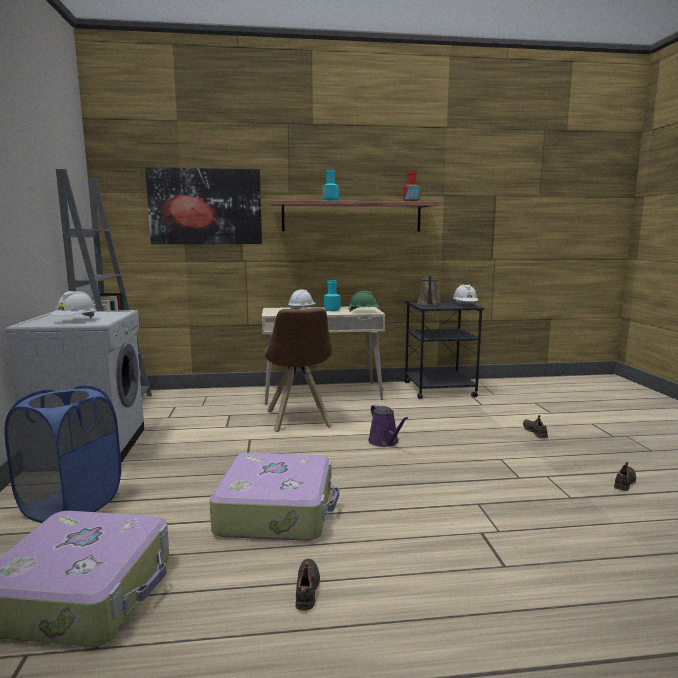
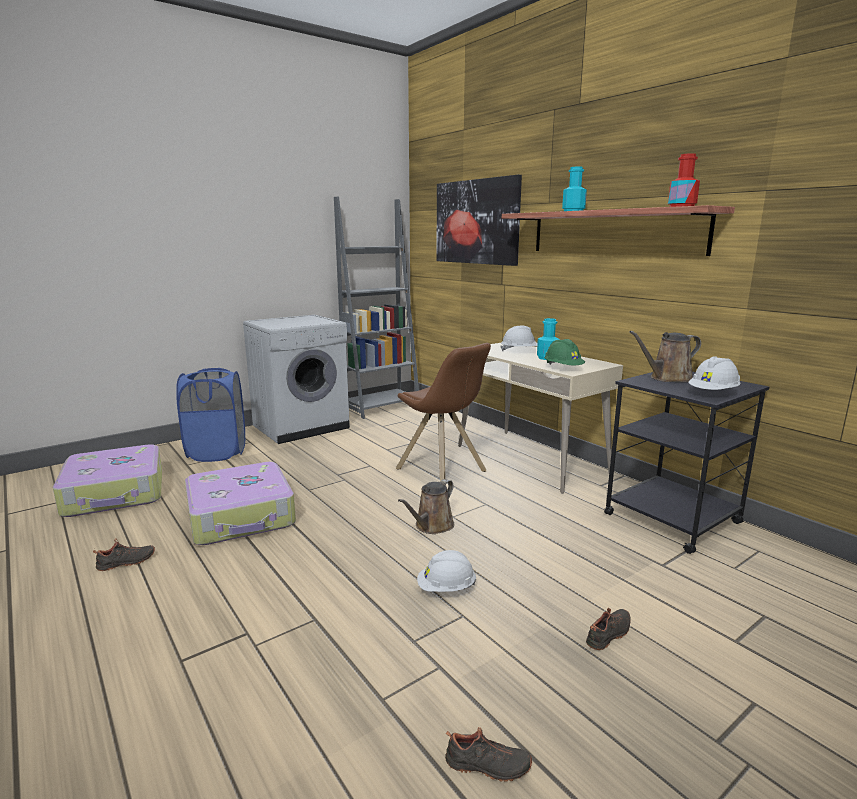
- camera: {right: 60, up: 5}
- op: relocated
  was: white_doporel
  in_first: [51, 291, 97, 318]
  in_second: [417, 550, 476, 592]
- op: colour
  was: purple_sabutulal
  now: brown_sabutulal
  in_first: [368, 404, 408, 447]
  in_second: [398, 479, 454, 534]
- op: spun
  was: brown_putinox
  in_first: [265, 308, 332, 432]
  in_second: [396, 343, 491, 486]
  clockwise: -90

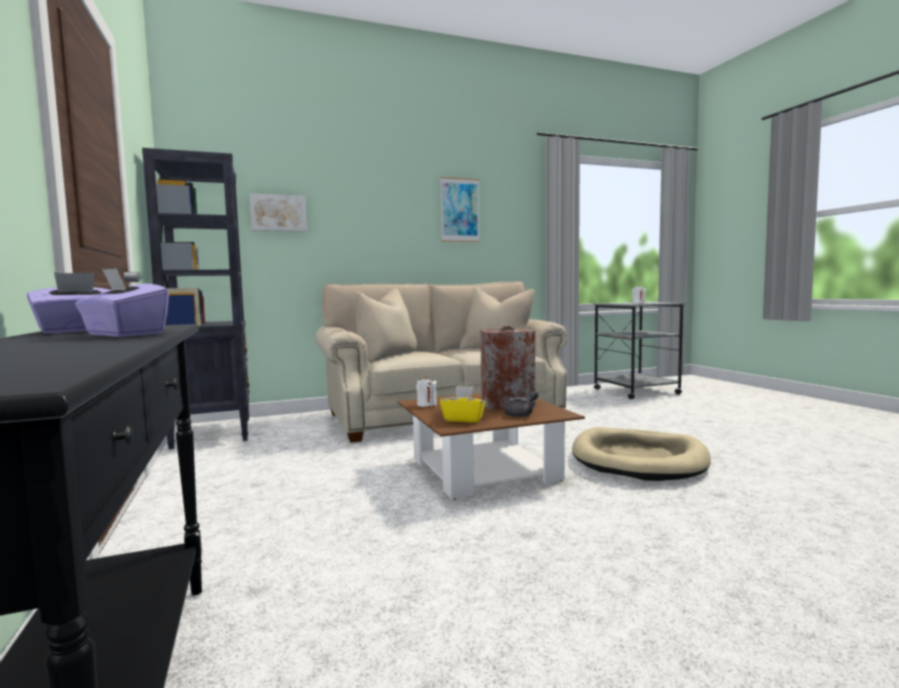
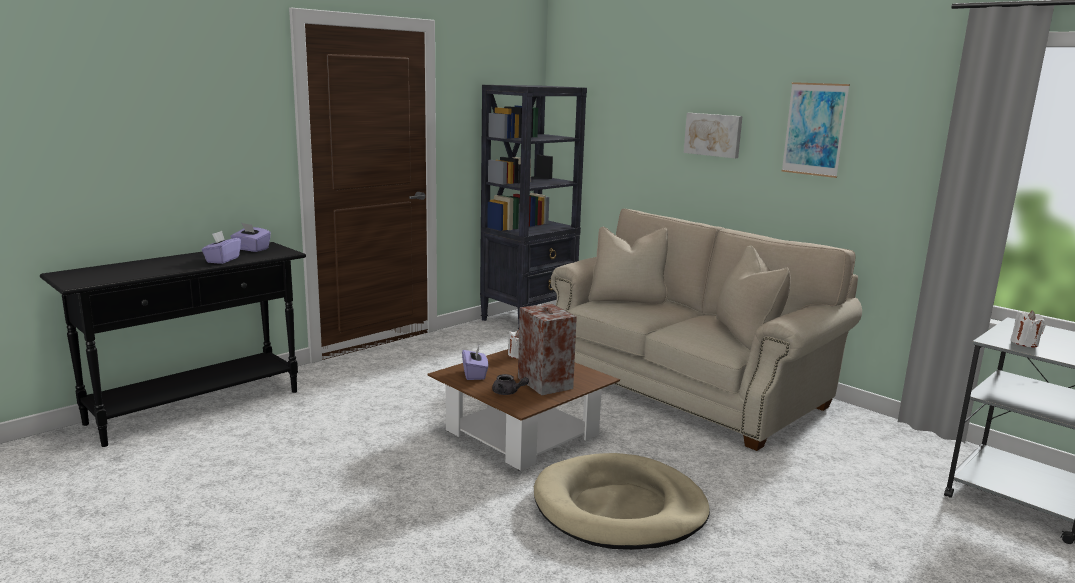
- camera: {right: 65, up: 10}
- op: relocated
  was: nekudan
  in_first: [249, 193, 307, 232]
  in_second: [684, 113, 742, 158]
- op: colour
  was: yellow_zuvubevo
  now: purple_zuvubevo
  in_first: [440, 386, 486, 423]
  in_second: [462, 346, 488, 380]

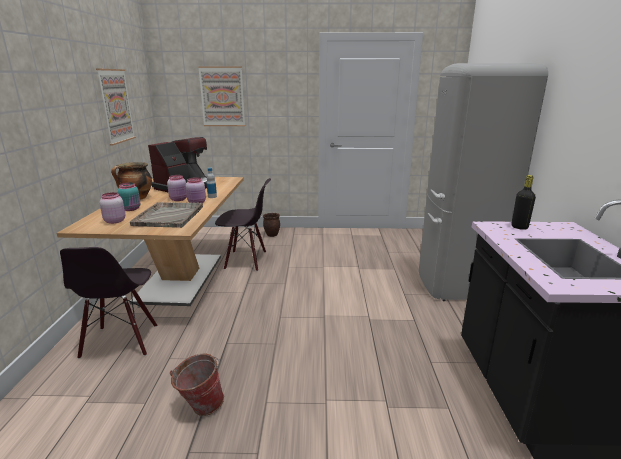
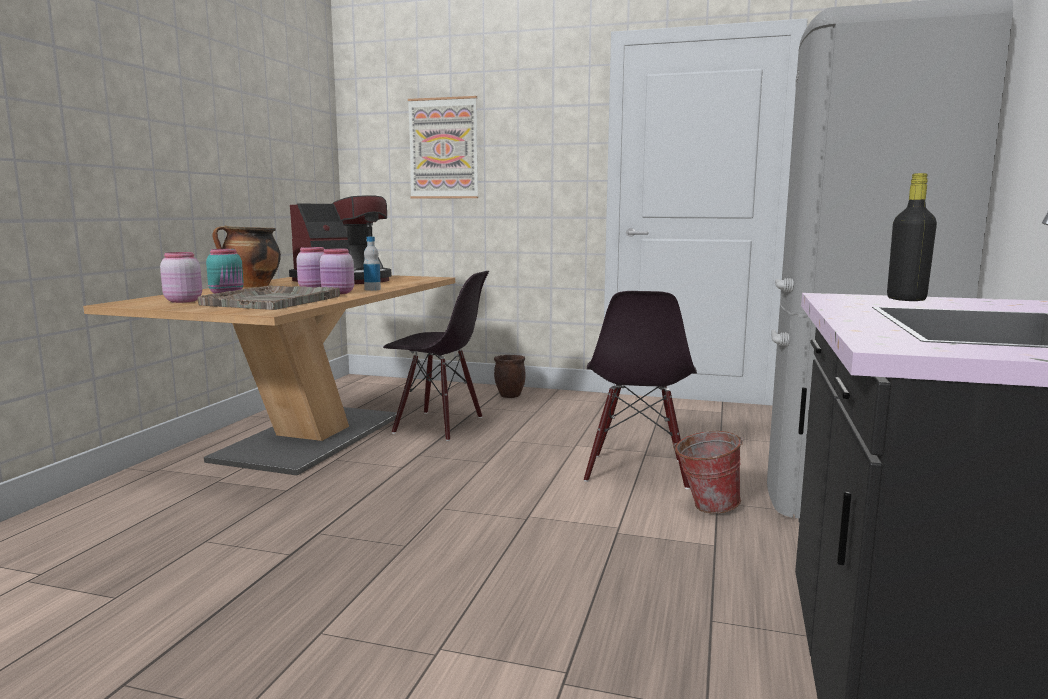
- camera: {right: 15, up: -10}
- op: missing
  was: nekudan
  in_first: [96, 69, 136, 145]
- op: relocated
  was: black_putinox
  in_first: [60, 247, 157, 359]
  in_second: [584, 291, 697, 489]
- op: relocated
  was: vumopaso
  in_first: [170, 354, 224, 416]
  in_second: [673, 431, 744, 514]

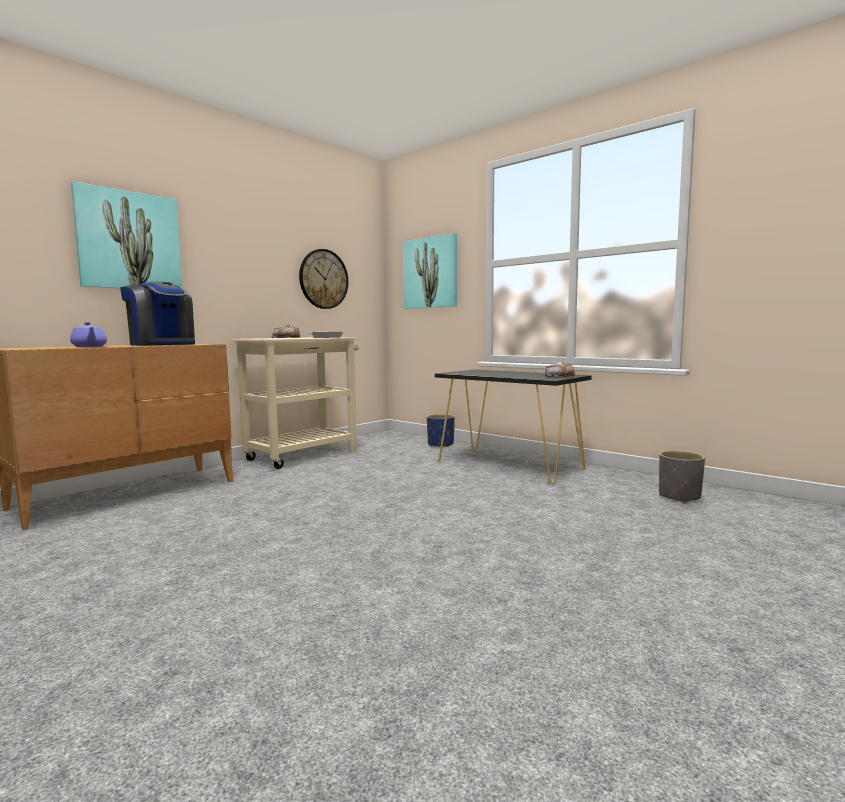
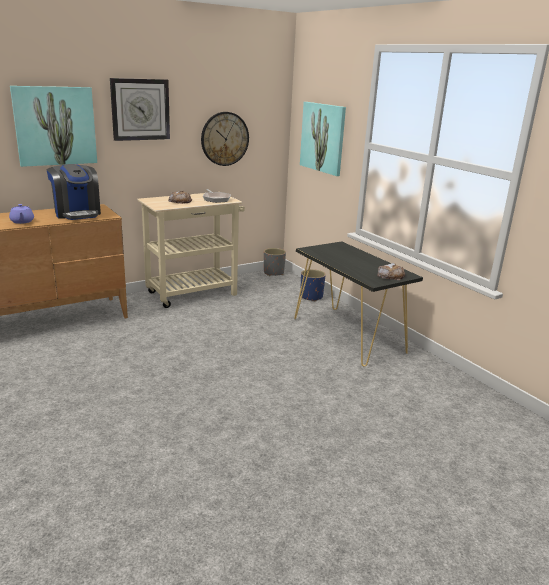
- camera: {right: 15, up: 15}
- op: appeared
  now: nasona
  in_second: [110, 78, 170, 141]
- op: relocated
  was: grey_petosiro
  in_first: [659, 451, 705, 503]
  in_second: [264, 248, 286, 276]

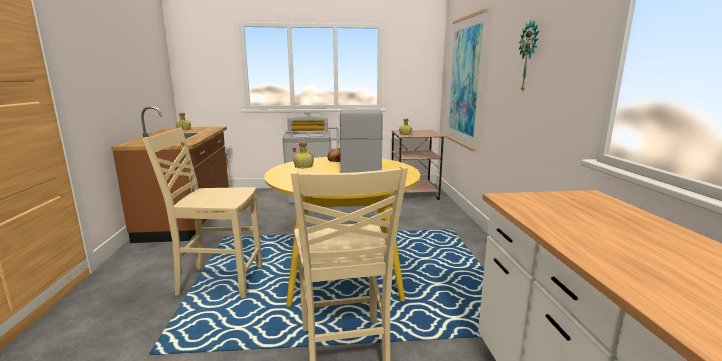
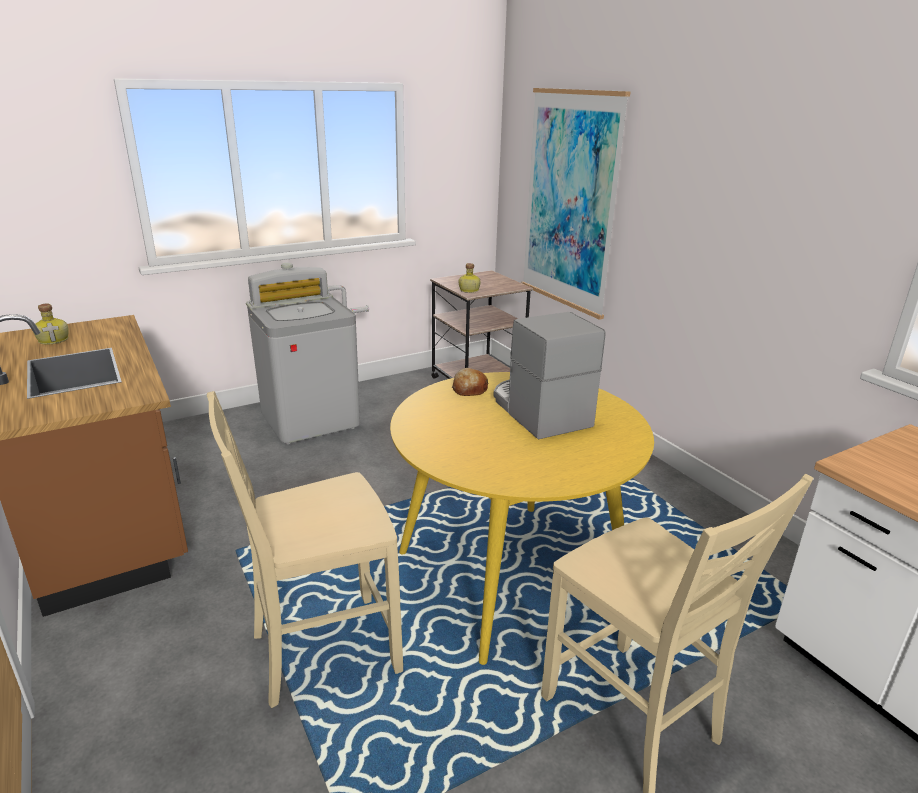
- camera: {right: -25, up: 10}
- op: missing
  was: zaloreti
  in_first: [293, 142, 314, 168]
- op: missing
  was: nasona
  in_first: [519, 20, 539, 93]

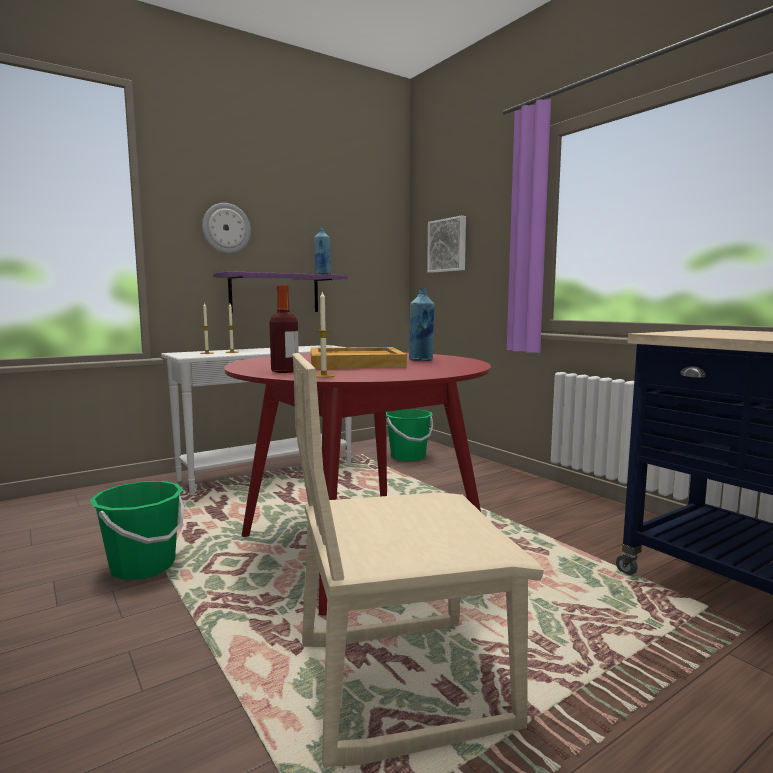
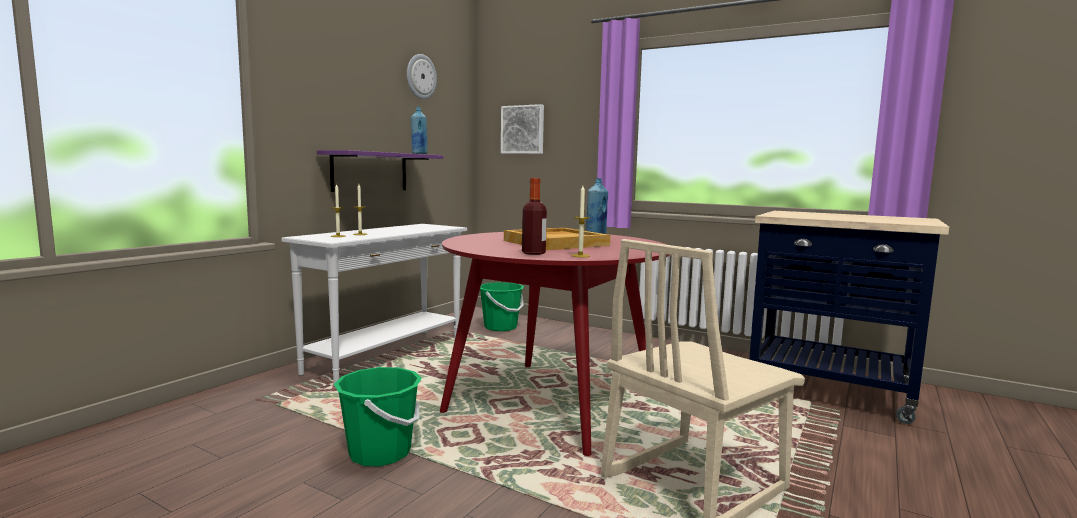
- camera: {right: -25, up: 0}
- op: relocated
  was: nasona
  in_first: [202, 203, 251, 254]
  in_second: [407, 54, 437, 100]

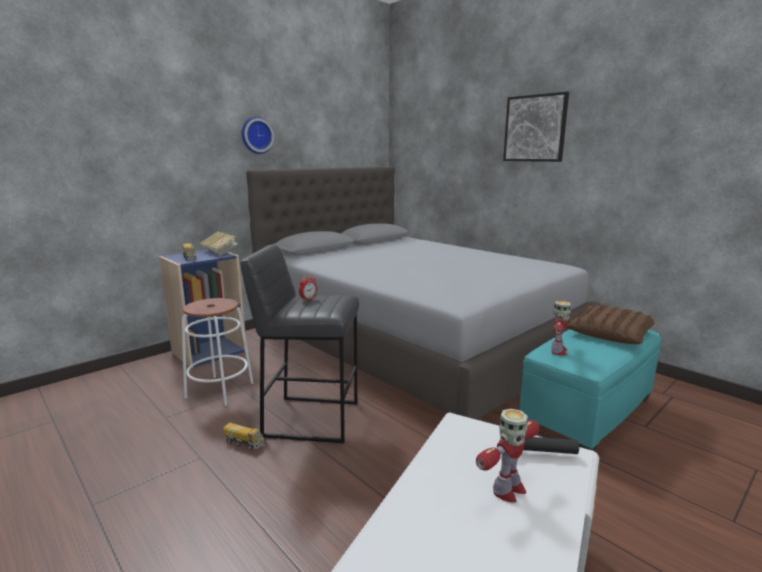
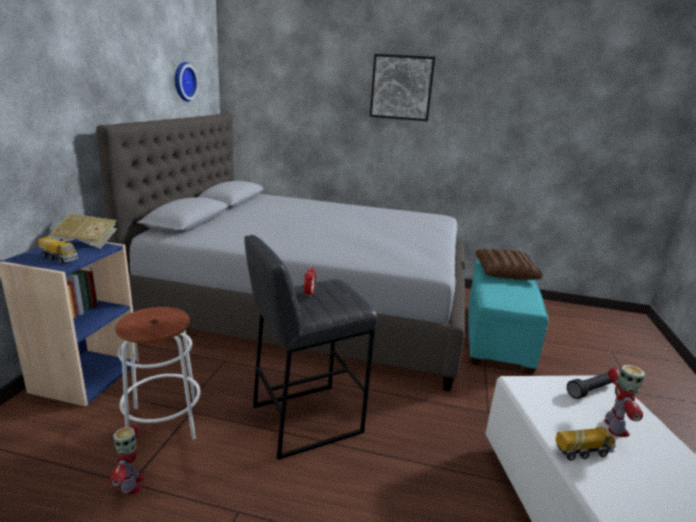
- camera: {right: -35, up: 5}
- op: relocated
  was: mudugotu
  in_first: [223, 423, 264, 450]
  in_second: [555, 426, 616, 461]
- op: relocated
  was: nasona
  in_first: [242, 116, 274, 154]
  in_second: [174, 62, 199, 102]
- op: relocated
  was: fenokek
  in_first: [551, 301, 571, 355]
  in_second: [110, 426, 145, 495]

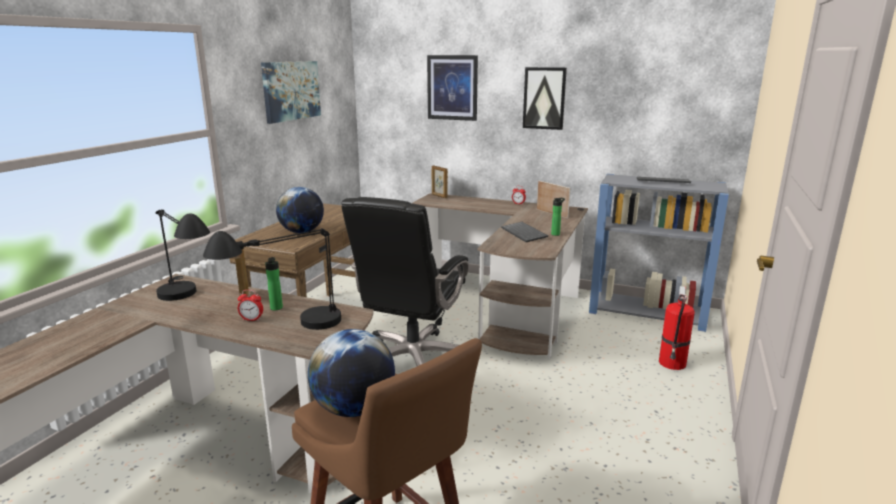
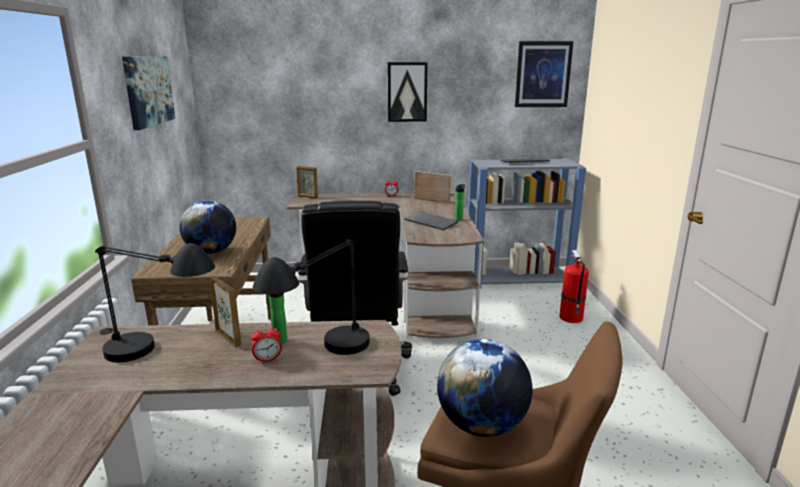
- camera: {right: -25, up: 0}
- op: relocated
  was: nekudan
  in_first: [427, 55, 478, 121]
  in_second: [515, 41, 574, 107]

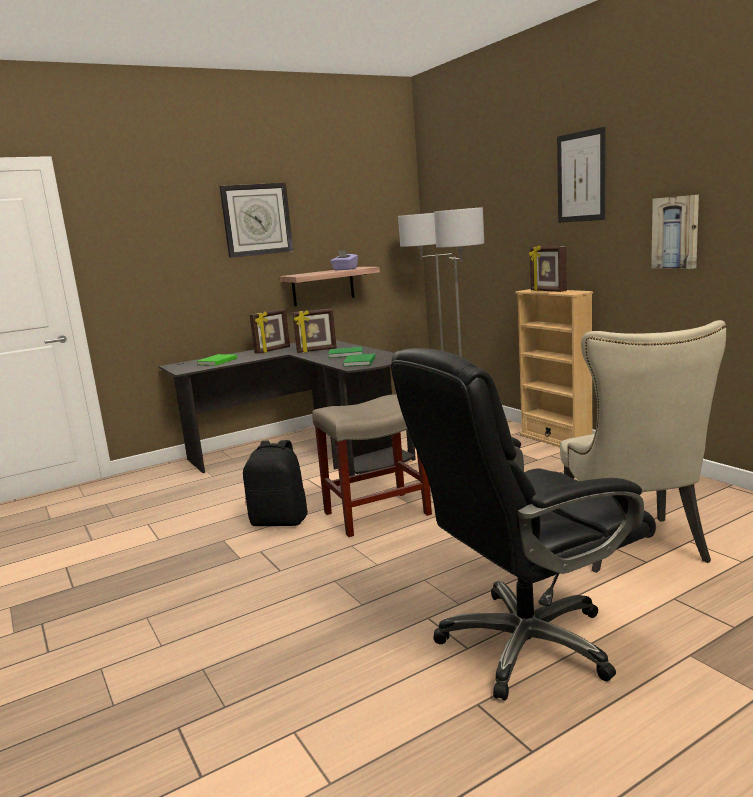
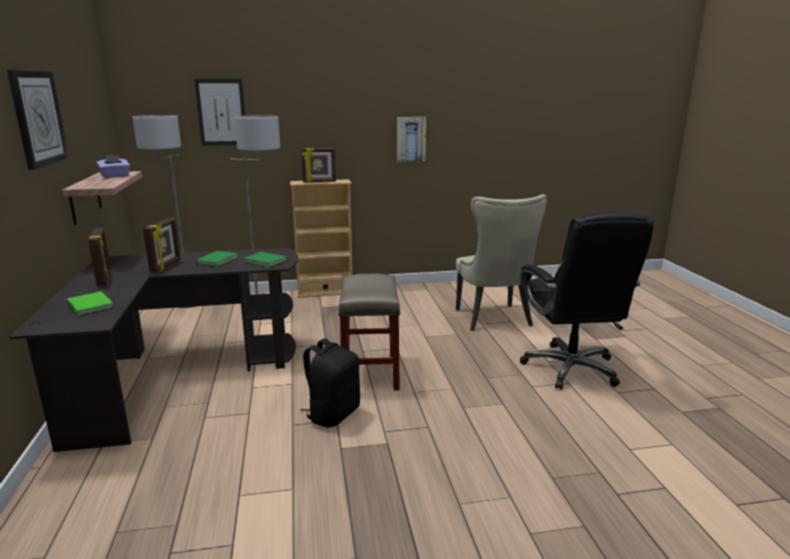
- camera: {right: -70, up: 5}
- op: relocated
  was: nekudan
  in_first: [557, 127, 605, 223]
  in_second: [194, 79, 245, 146]
- op: spun
  was: beige_putinox
  in_first: [560, 320, 726, 573]
  in_second: [456, 194, 547, 331]
  clockwise: 60

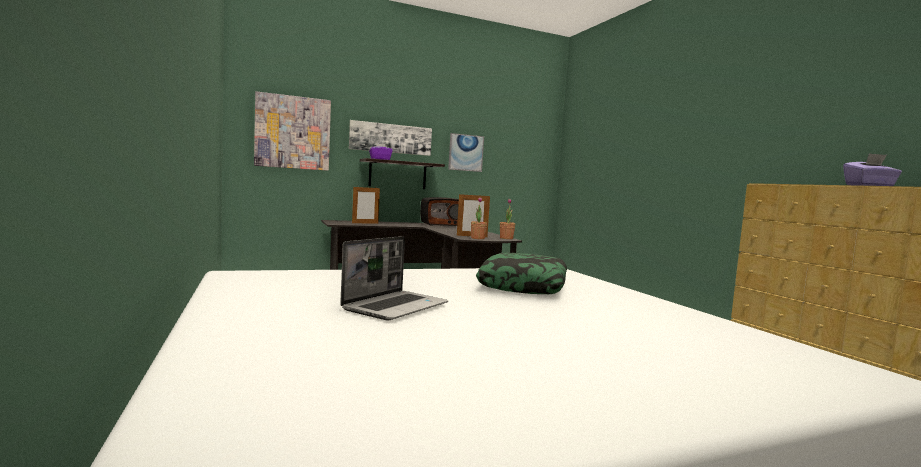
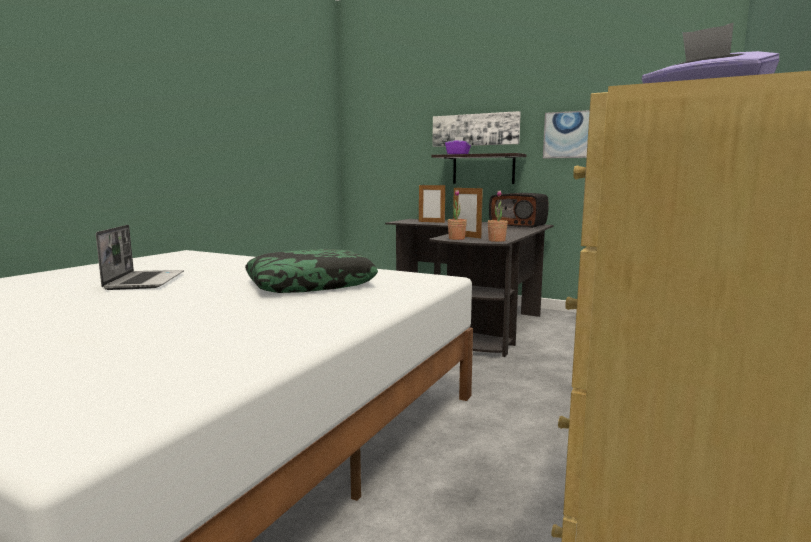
- camera: {right: 50, up: 5}
- op: missing
  was: nekudan
  in_first: [254, 91, 331, 171]
- op: spun
  was: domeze
  in_first: [340, 236, 448, 320]
  in_second: [96, 225, 184, 290]
  clockwise: -90

